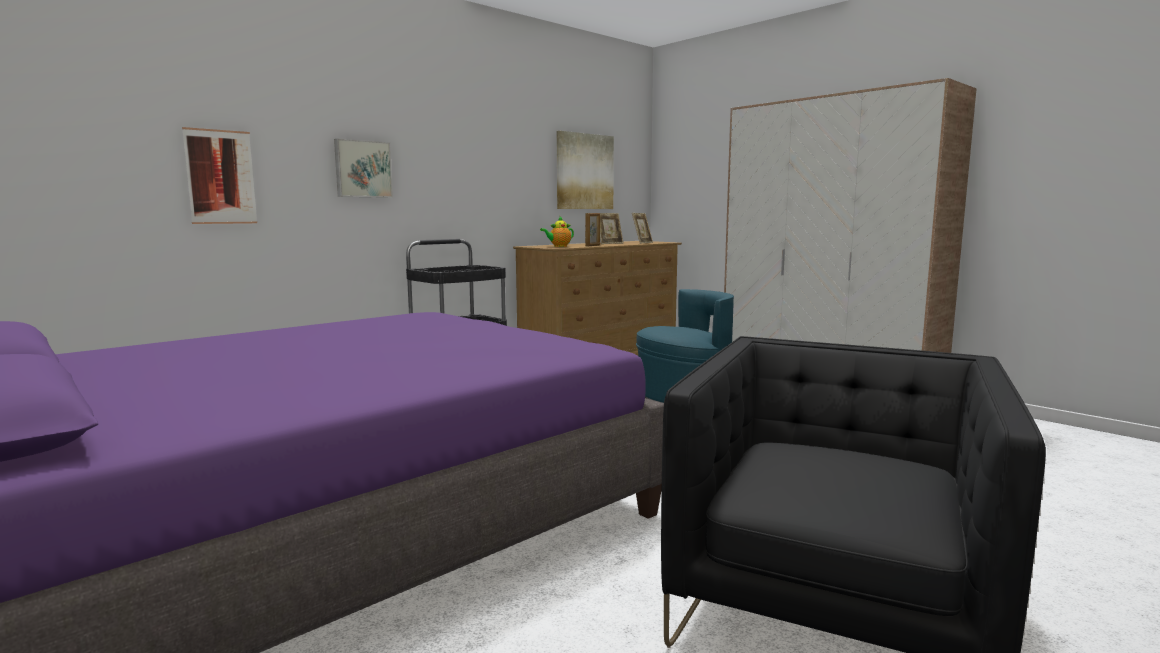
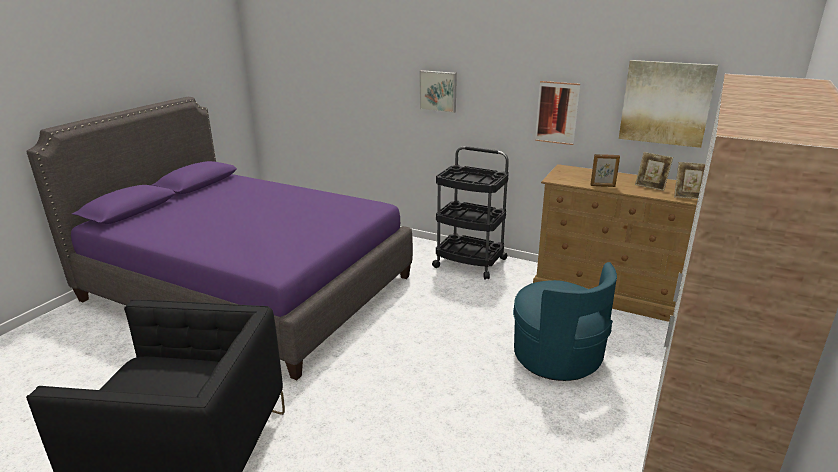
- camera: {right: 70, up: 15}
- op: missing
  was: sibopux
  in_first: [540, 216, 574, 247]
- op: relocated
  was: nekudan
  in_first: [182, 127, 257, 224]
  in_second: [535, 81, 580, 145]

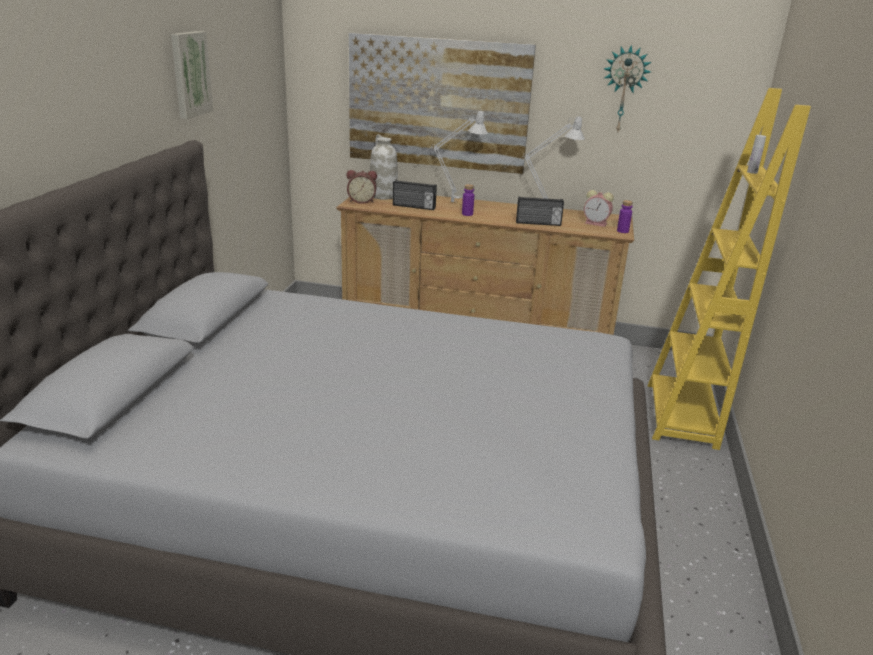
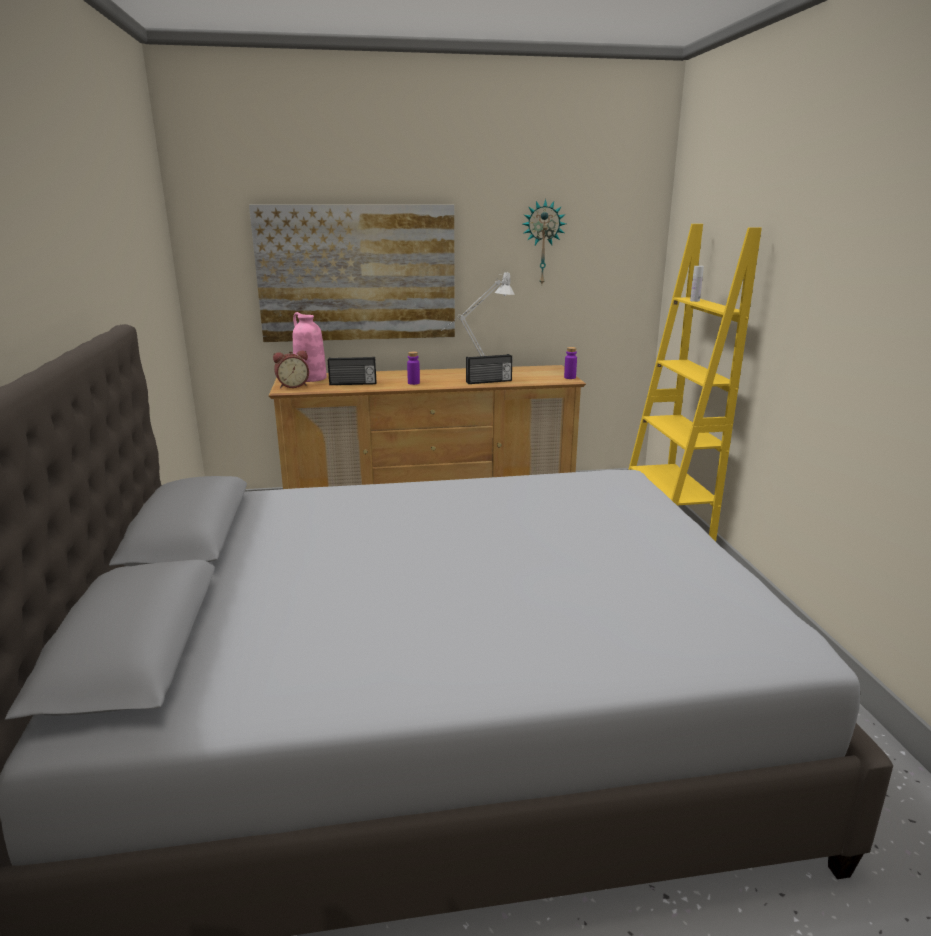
- camera: {right: -20, up: -5}
- op: missing
  was: nekudan
  in_first: [171, 31, 213, 119]
- op: missing
  was: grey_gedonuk
  in_first: [417, 111, 488, 202]
- op: missing
  was: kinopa
  in_first: [584, 190, 614, 227]
- op: colour
  was: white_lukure
  now: pink_lukure
  in_first: [370, 134, 398, 200]
  in_second: [293, 312, 327, 382]

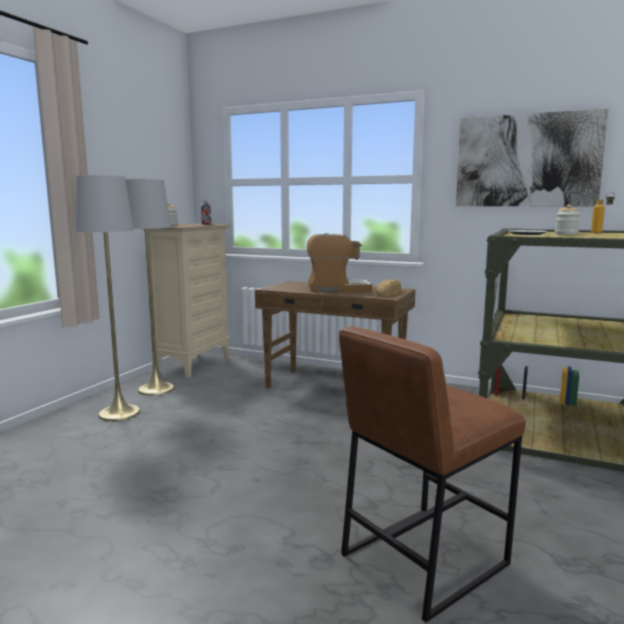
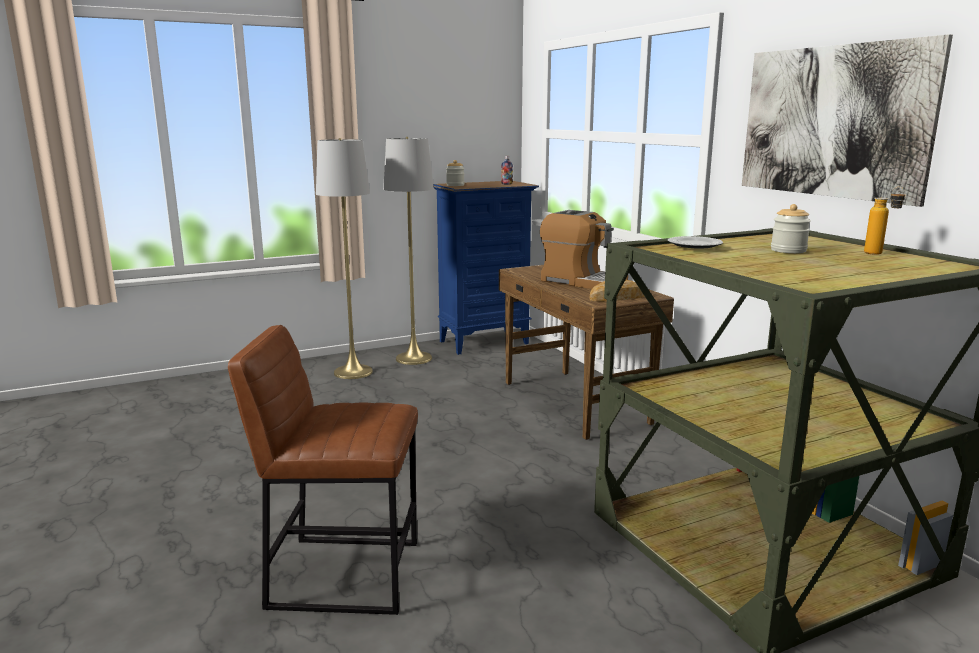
- camera: {right: 40, up: 5}
- op: colour
  was: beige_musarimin
  now: blue_musarimin
  in_first: [143, 224, 231, 378]
  in_second: [433, 181, 539, 355]

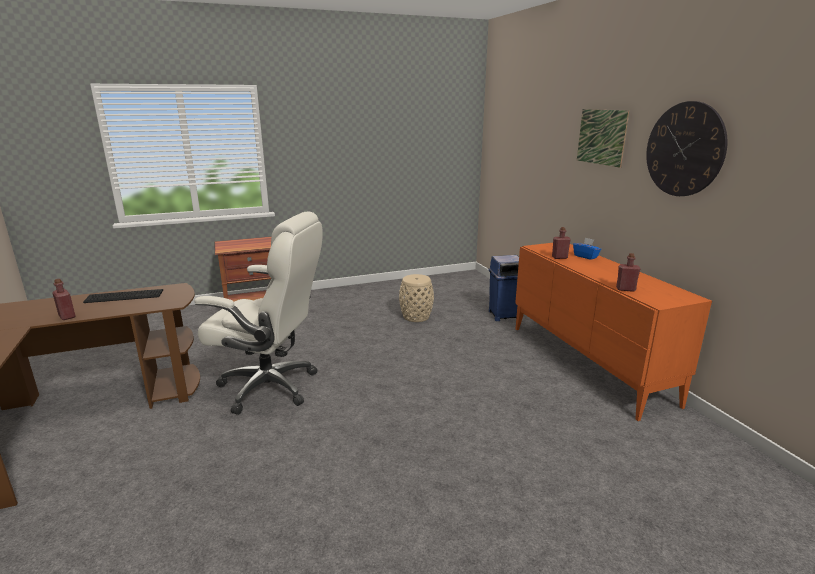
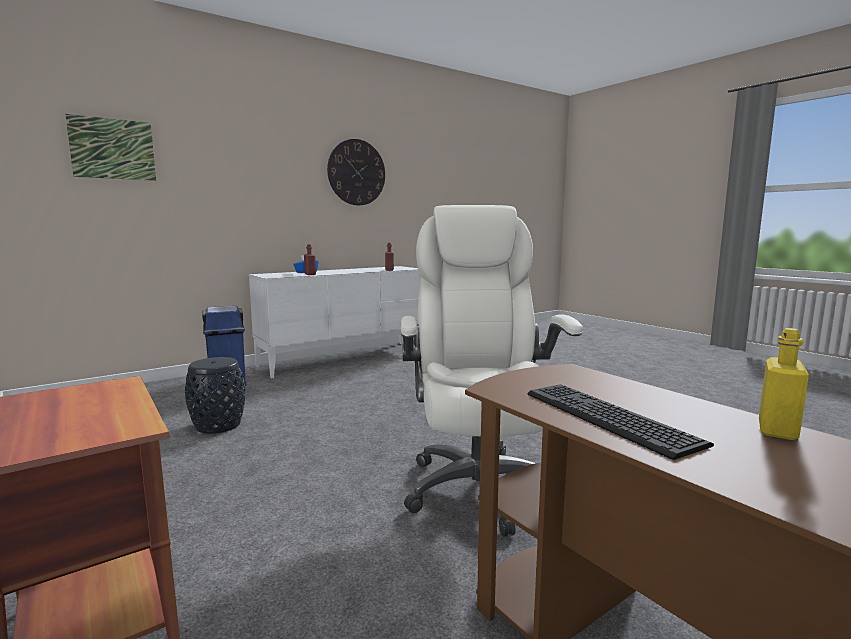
- camera: {right: -105, up: -10}
- op: relocated
  was: nekudan
  in_first: [577, 109, 630, 168]
  in_second: [65, 114, 156, 181]
- op: colour
  was: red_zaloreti
  now: yellow_zaloreti
  in_first: [52, 279, 75, 320]
  in_second: [759, 328, 809, 440]
- op: colour
  was: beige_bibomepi
  now: black_bibomepi
  in_first: [399, 274, 434, 322]
  in_second: [185, 357, 245, 434]
- op: colour
  was: orange_musarimin
  now: white_musarimin
  in_first: [515, 243, 712, 421]
  in_second: [248, 266, 419, 379]

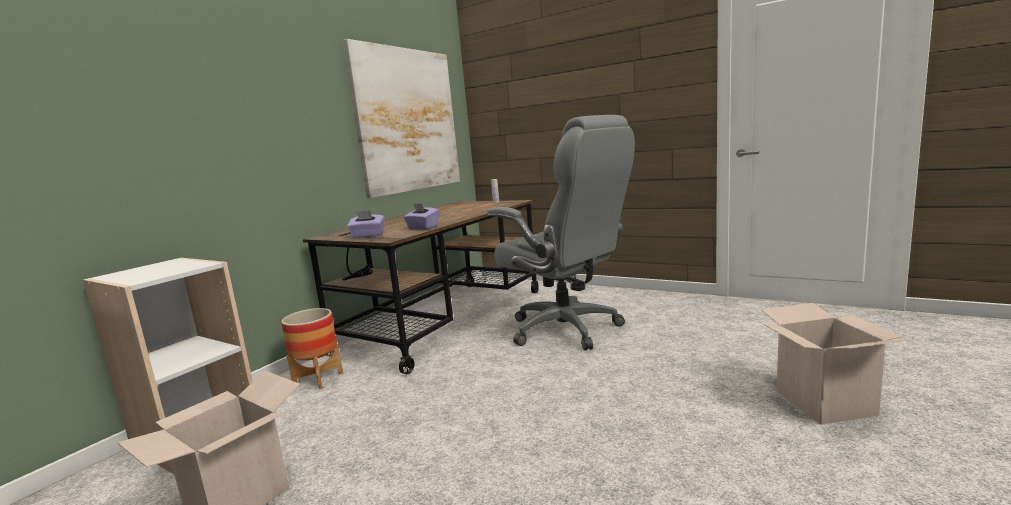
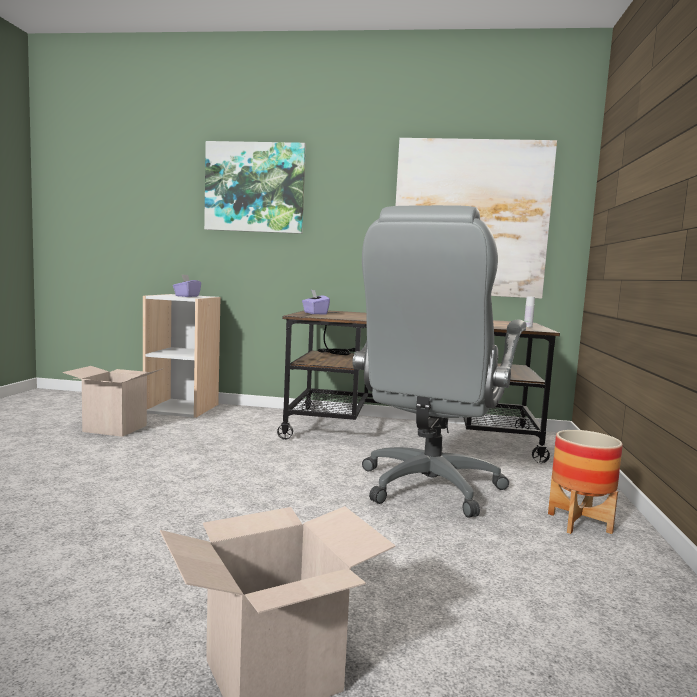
- camera: {right: 65, up: -5}
- op: appeared
  now: nekudan
  in_second: [204, 141, 306, 234]
- op: relocated
  was: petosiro
  in_first: [281, 308, 343, 389]
  in_second: [548, 430, 623, 534]
- op: relocated
  was: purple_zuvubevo
  in_first: [404, 204, 439, 229]
  in_second: [173, 275, 201, 297]

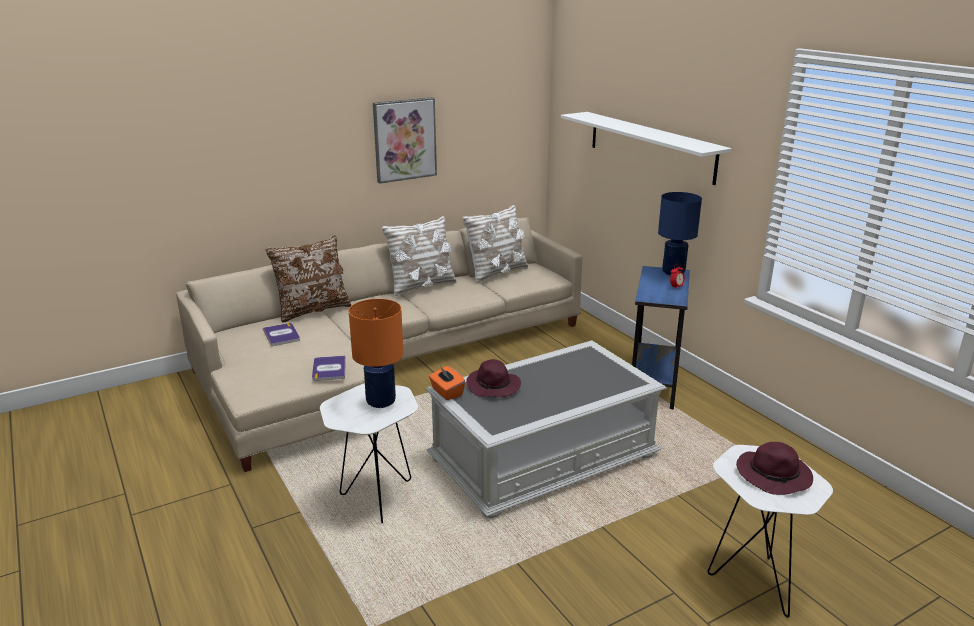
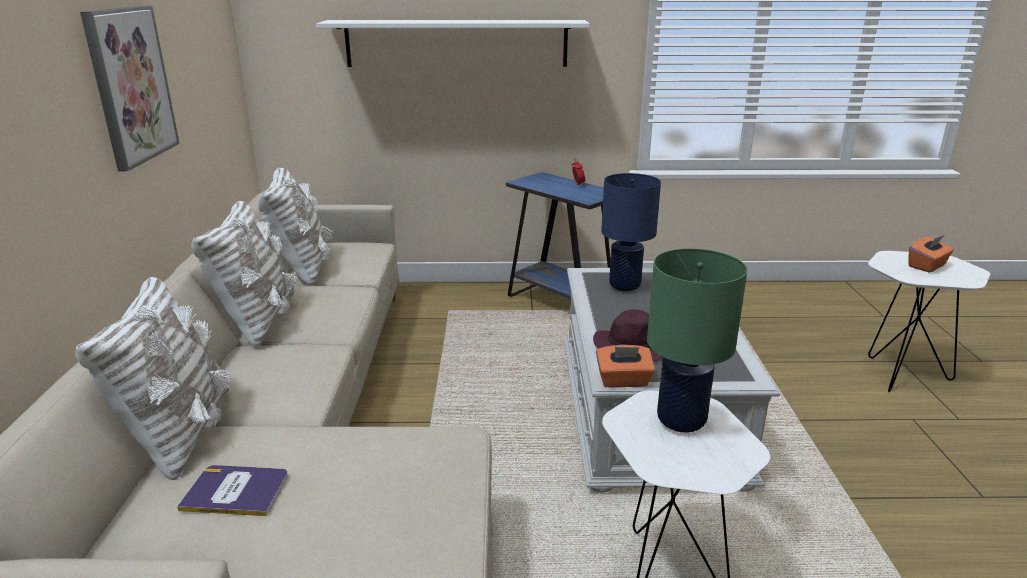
- camera: {right: -60, up: 0}
- op: missing
  was: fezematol
  in_first: [312, 355, 346, 381]
- op: relocated
  was: blue_gedonuk
  in_first: [658, 192, 702, 276]
  in_second: [601, 173, 661, 291]
- op: exchanged
  was: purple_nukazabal
  now: orange_zuvubevo
  in_first: [736, 442, 813, 495]
  in_second: [908, 235, 954, 272]
- op: colour
  was: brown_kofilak
  now: white_kofilak
  in_first: [266, 235, 351, 323]
  in_second: [75, 277, 234, 480]
- op: colour
  was: orange_gedonuk
  now: green_gedonuk
  in_first: [349, 299, 404, 408]
  in_second: [647, 248, 748, 433]

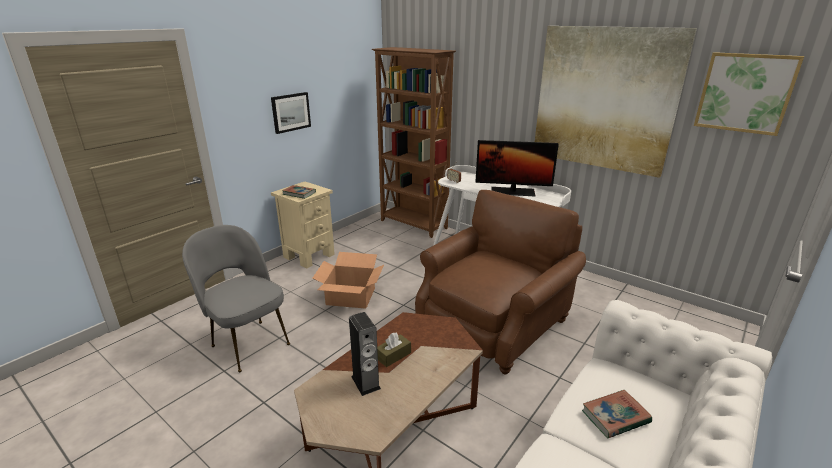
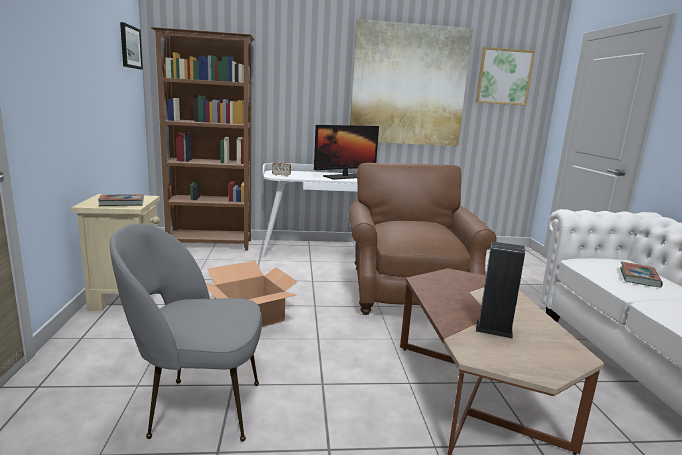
- camera: {right: -45, up: -10}
- op: missing
  was: brown_zuvubevo
  in_first: [377, 333, 411, 367]
- op: relocated
  was: nekudan
  in_first: [271, 92, 311, 134]
  in_second: [120, 22, 143, 70]

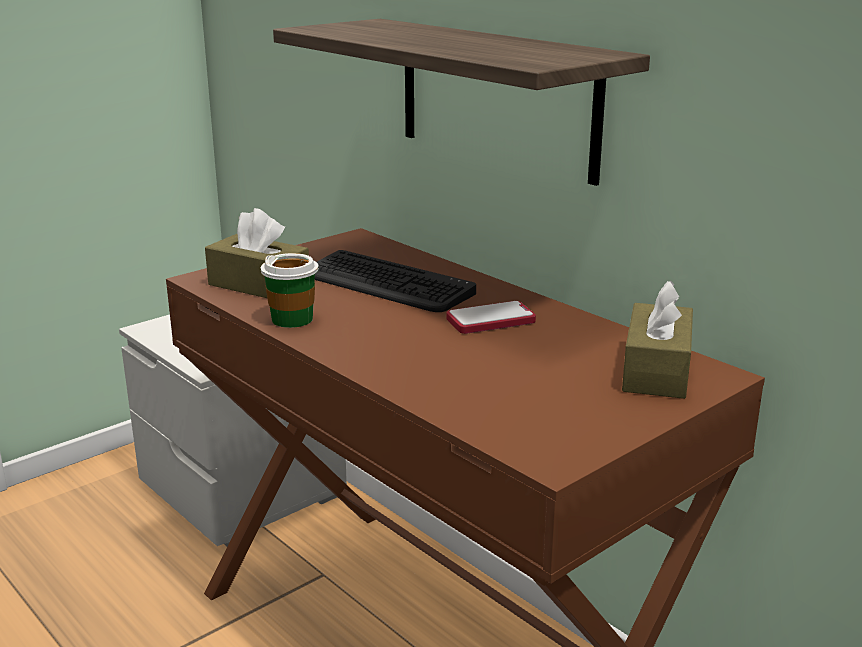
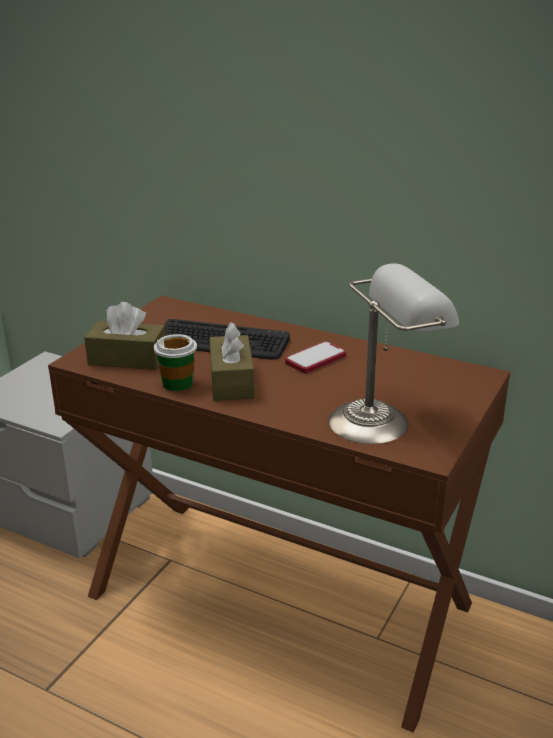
- camera: {right: -20, up: 5}
- op: missing
  was: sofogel
  in_first: [273, 19, 650, 186]
- op: appeared
  now: white_gedonuk
  in_second: [328, 263, 459, 444]
- op: relocated
  was: brown_zuvubevo
  in_first: [622, 281, 693, 399]
  in_second: [209, 322, 255, 401]

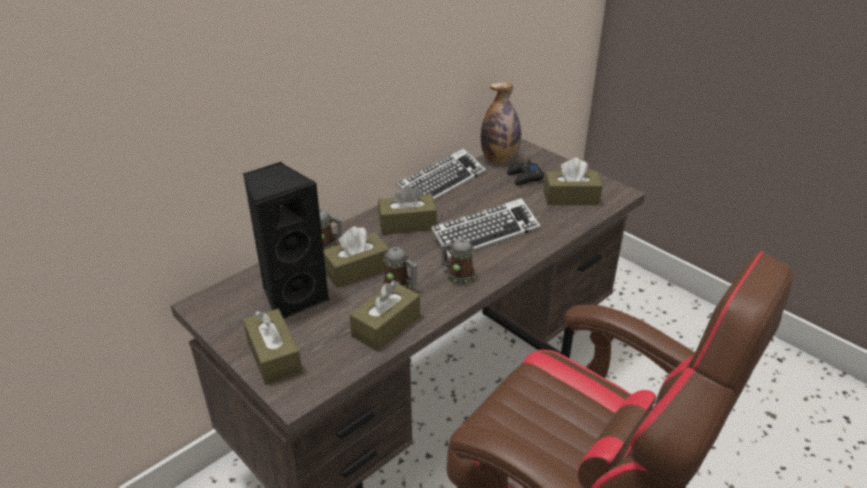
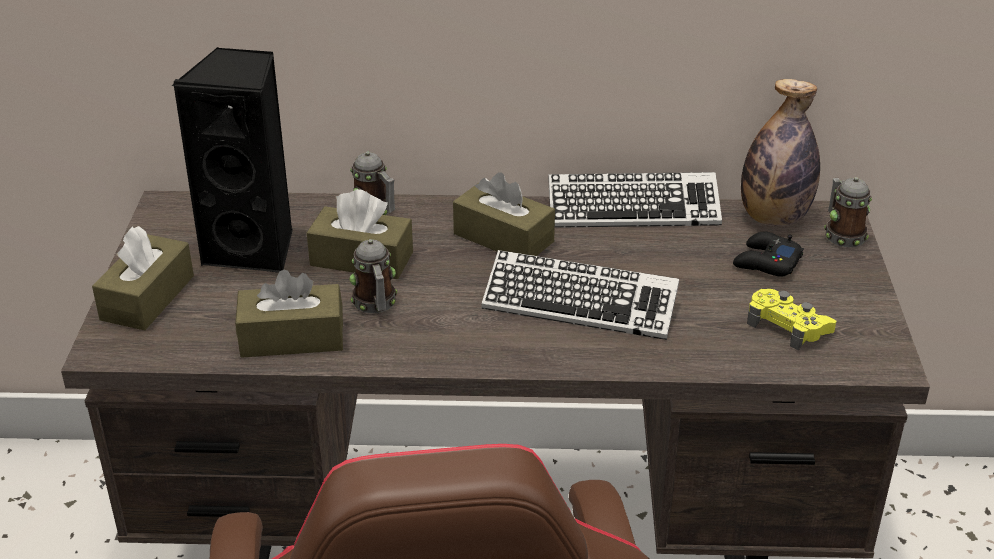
- camera: {right: 45, up: 0}
- op: relocated
  was: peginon
  in_first: [440, 239, 475, 285]
  in_second: [824, 177, 872, 247]
- op: exchanged
  was: brown_zuvubevo
  now: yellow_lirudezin
  in_first: [544, 158, 602, 205]
  in_second: [747, 289, 836, 351]

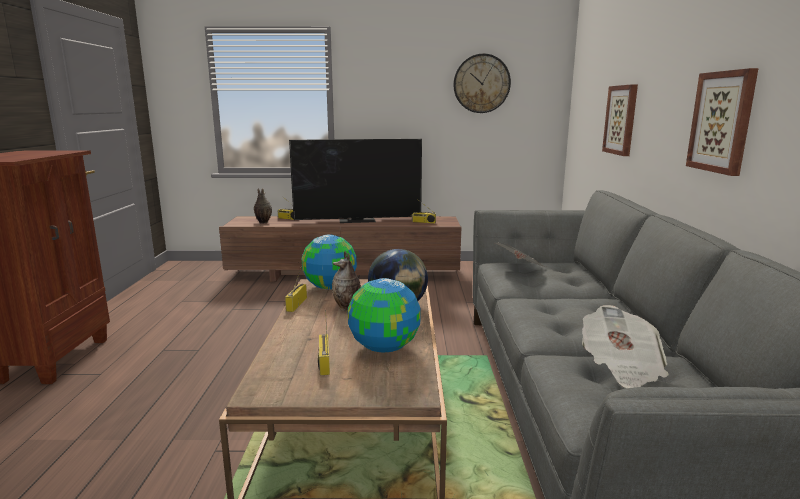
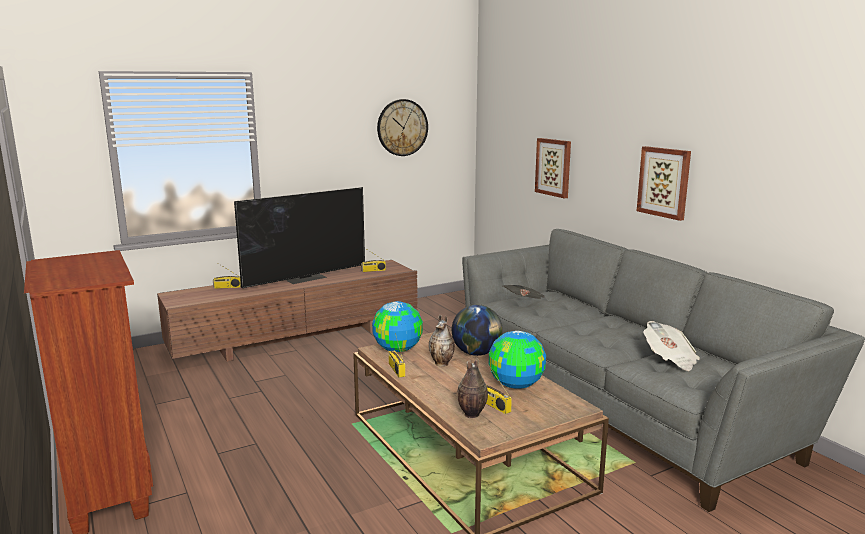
- camera: {right: -30, up: 0}
- op: relocated
  was: lukure
  in_first: [254, 188, 272, 224]
  in_second: [457, 358, 488, 418]

